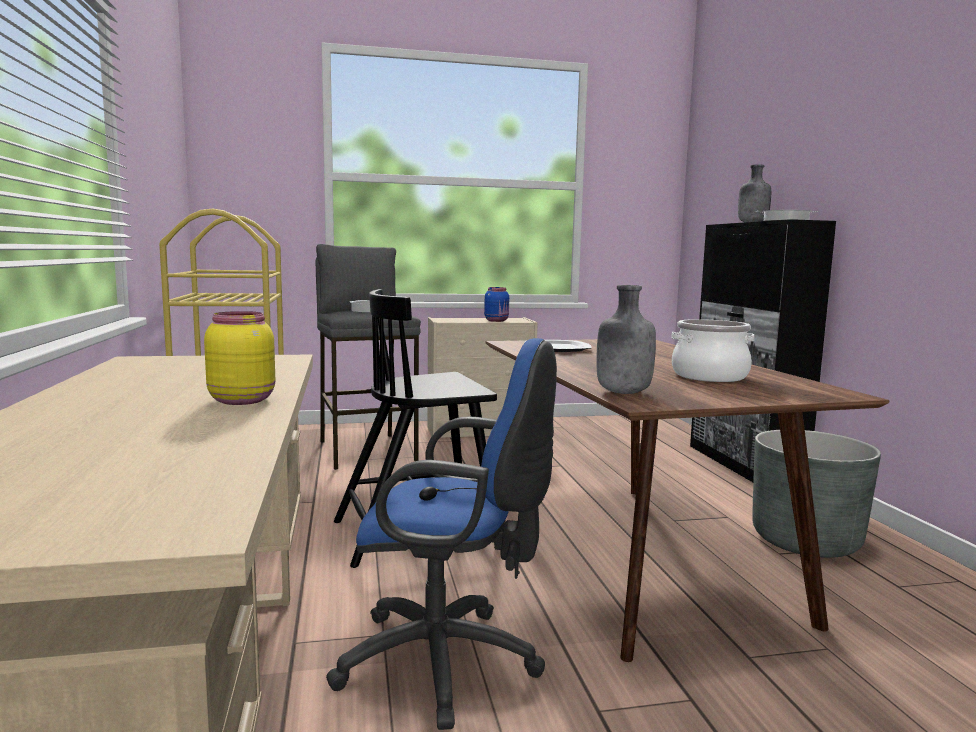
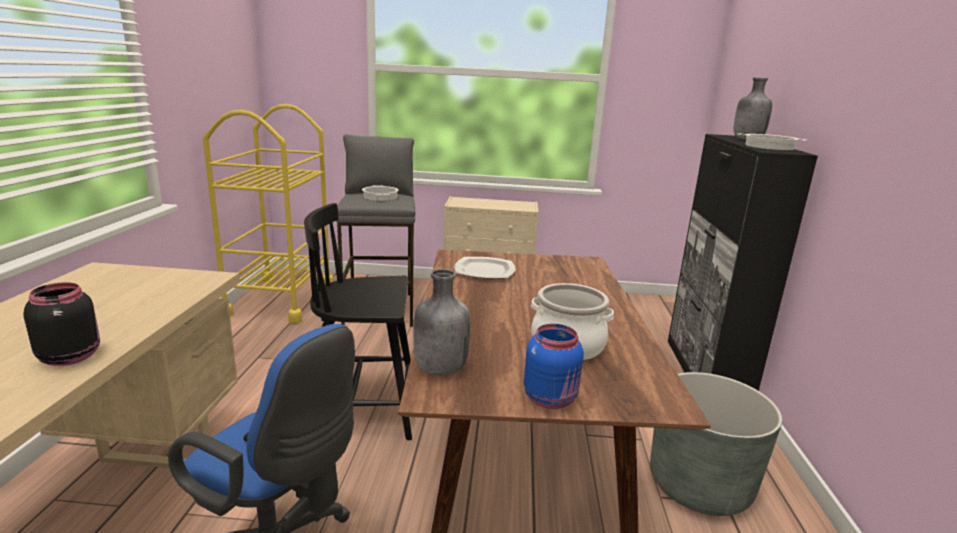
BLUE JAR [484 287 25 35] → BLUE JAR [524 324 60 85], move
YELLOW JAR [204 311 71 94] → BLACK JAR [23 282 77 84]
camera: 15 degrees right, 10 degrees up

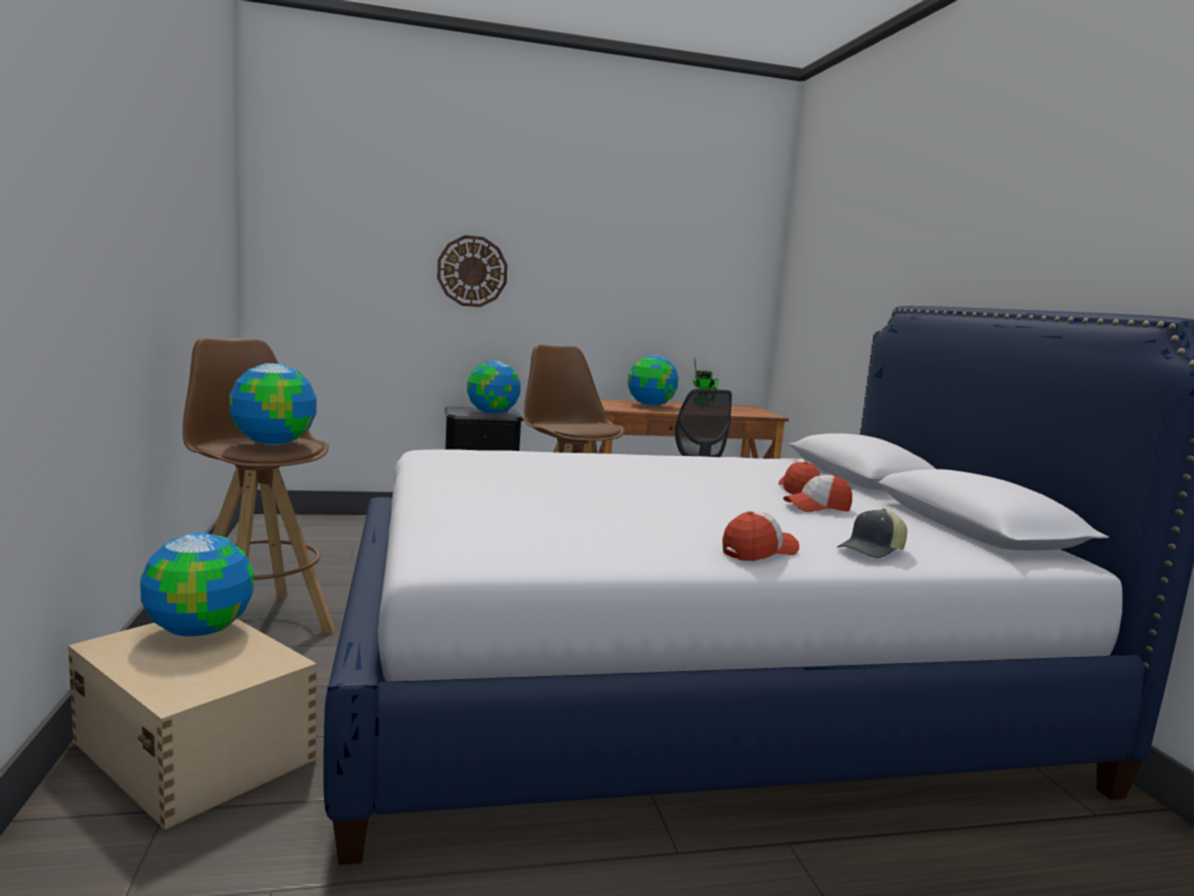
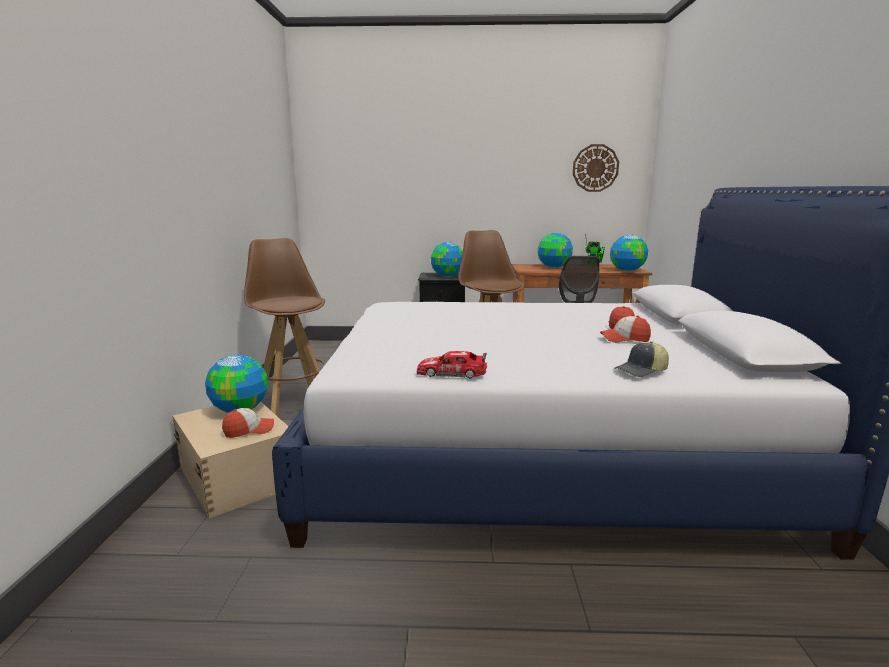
- → TOY CAR [416 351 71 28]
GLOBE [229 363 87 82] → GLOBE [610 235 38 36], move
WALL CLOCK [437 235 71 72] → WALL CLOCK [573 144 46 48], move
CAP [722 511 77 50] → CAP [222 408 52 30], move
camera: 15 degrees right, 5 degrees up

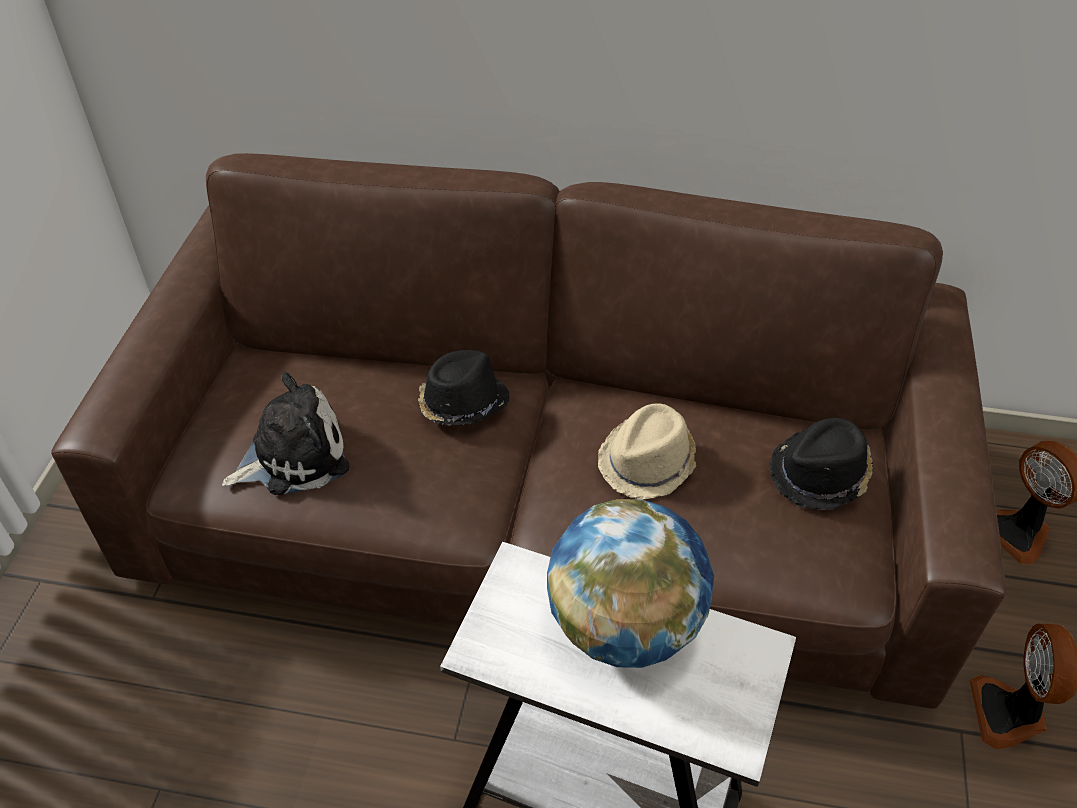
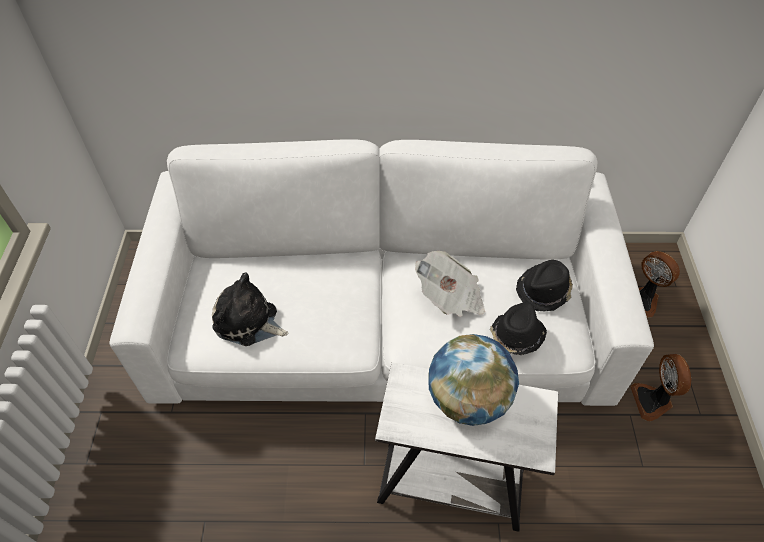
BLACK HAT [418 350 91 76] → BLACK HAT [490 303 57 52], move
BEIGE HAT [598 403 98 97] → NEWSPAPER [415 251 70 66]
BROWN SOFA [51 153 955 556] → WHITE SOFA [109 139 545 267]
PLUSH TOY [222 372 127 123] → PLUSH TOY [212 273 76 73], 120 degrees counterclockwise
camera: 10 degrees left, 5 degrees up

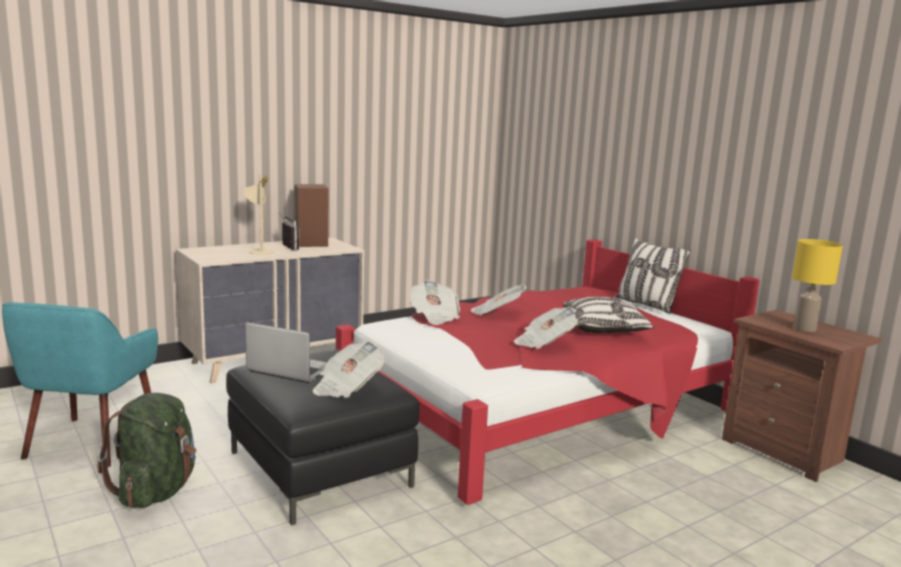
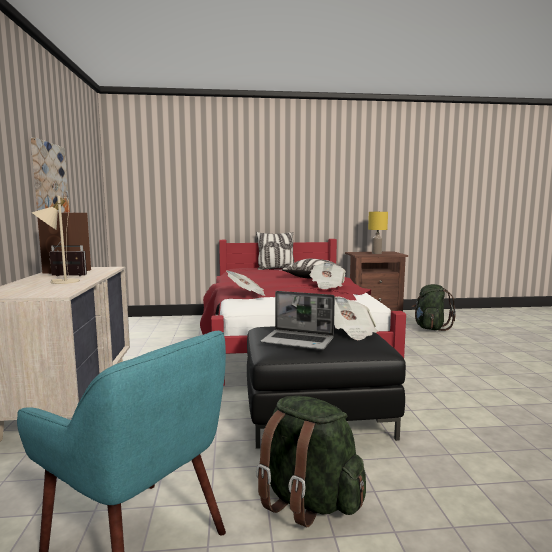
NEWSPAPER [470 285 57 31] → -
- → PICTURE [31 138 39 75]
- → GREEN BACKPACK [411 284 45 47]
LAPTOP [245 322 81 61] → LAPTOP [261 291 74 59], 120 degrees counterclockwise
camera: 60 degrees left, 5 degrees down

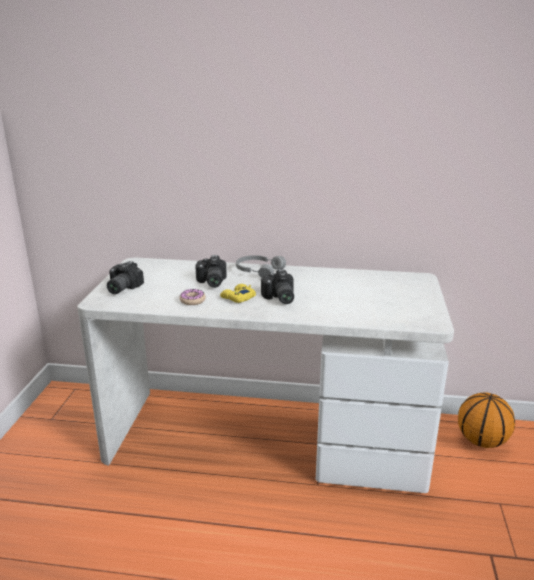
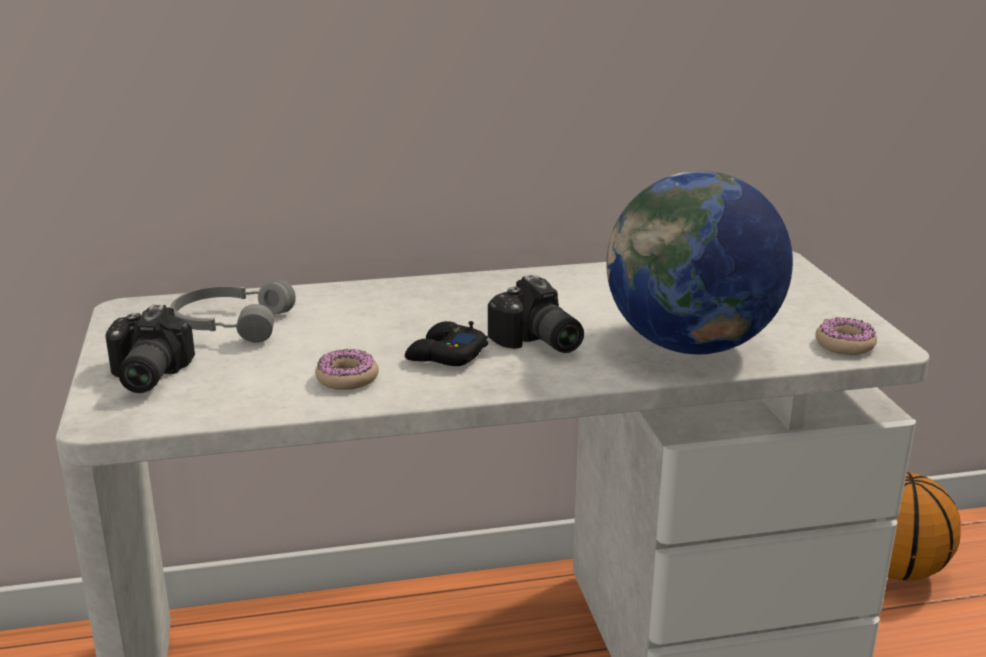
PHOTO CAMERA [195 255 32 33] → -
- → GLOBE [606 171 187 183]
- → DONUT [815 317 62 38]
GREY HEADPHONES [236 255 50 23] → GREY HEADPHONES [170 280 126 63], move
YELLOW GAME CONTROLLER [220 284 36 19] → BLACK GAME CONTROLLER [405 321 83 45]
camera: 20 degrees left, 0 degrees up

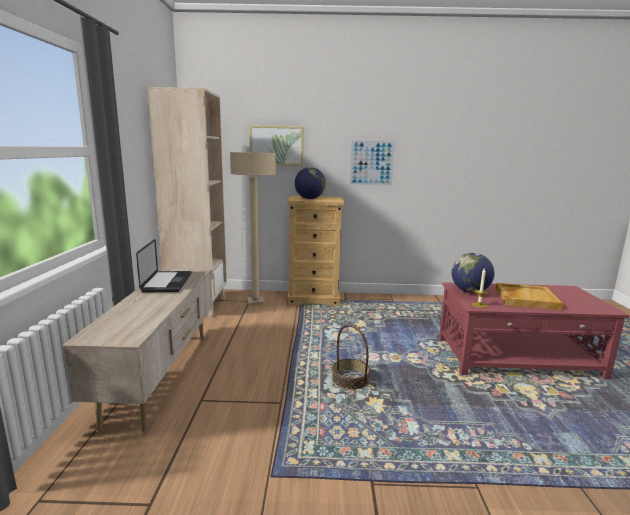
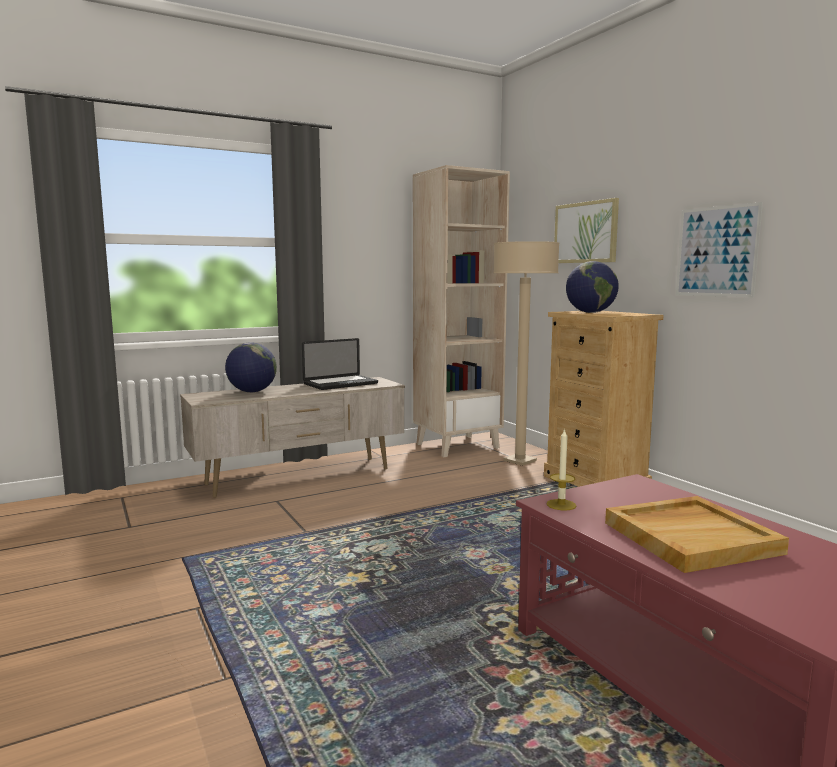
BASKET [332 324 38 66] → -
GLOBE [451 253 43 40] → GLOBE [225 342 52 50], move
camera: 60 degrees right, 5 degrees down

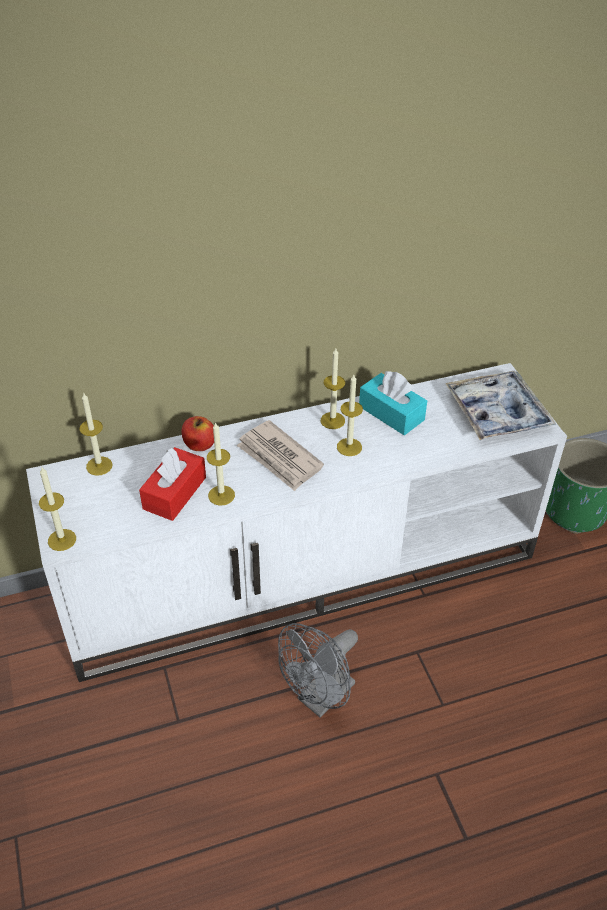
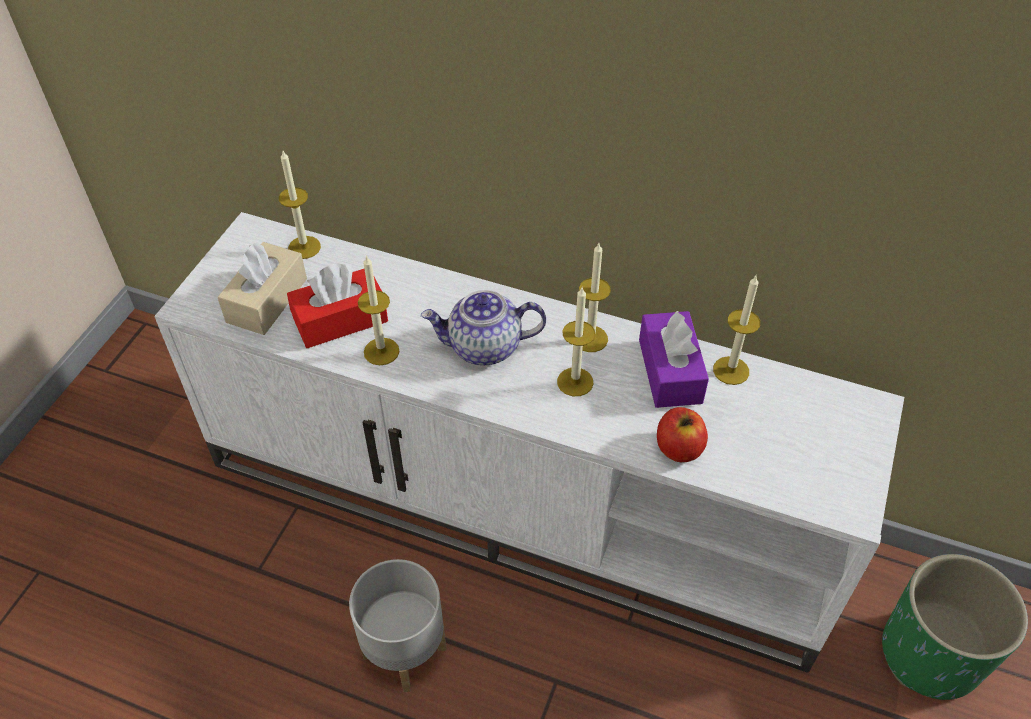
TRAY [445 371 111 69] → -
- → BEIGE TISSUE BOX [217 242 90 93]
CANDLE [39 467 37 84] → CANDLE [713 276 47 109], move
APPLE [182 416 32 35] → APPLE [657 407 51 55], move
NEWSPAPER [236 420 88 71] → TEAPOT [421 290 125 75]
GREY FAN [278 623 80 94] → GREY PLANTER [349 559 98 133]
TURQUOISE TISSUE BOX [359 371 68 64] → PURPLE TISSUE BOX [639 310 70 98]
camera: 40 degrees right, 5 degrees up

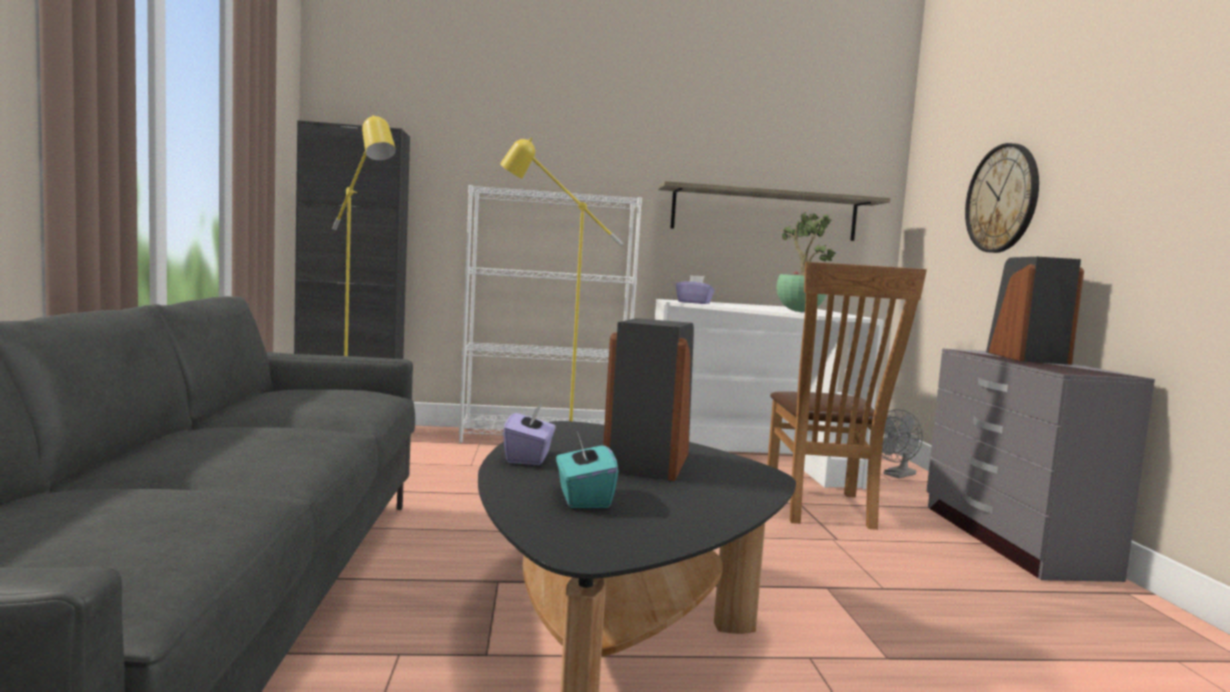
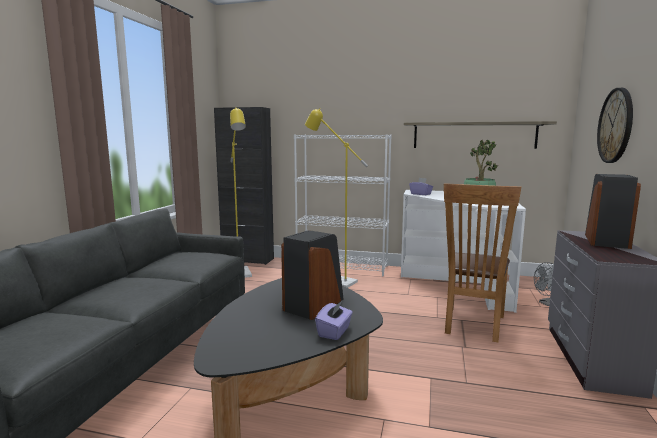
TURQUOISE TISSUE BOX [556 431 63 77] → -
PURPLE TISSUE BOX [503 404 53 61] → PURPLE TISSUE BOX [315 301 38 39], move
camera: 20 degrees right, 5 degrees up

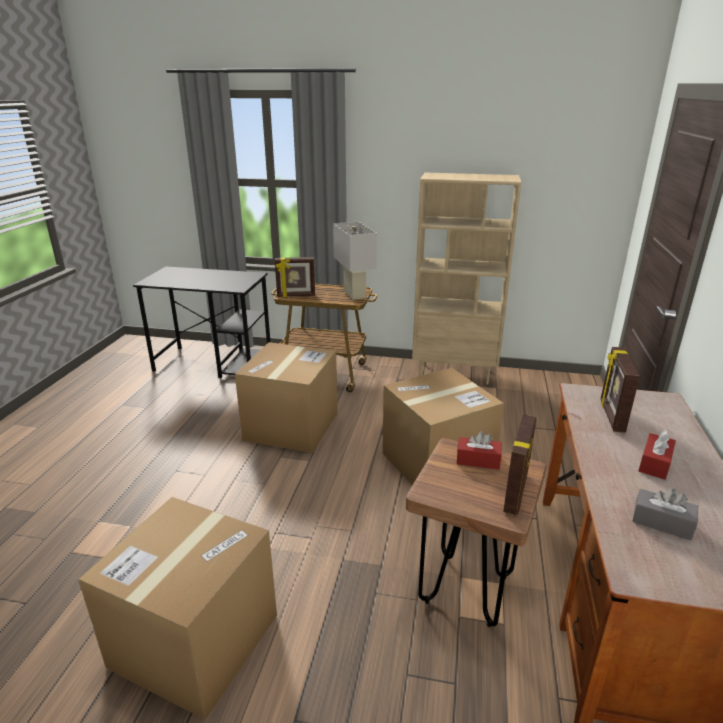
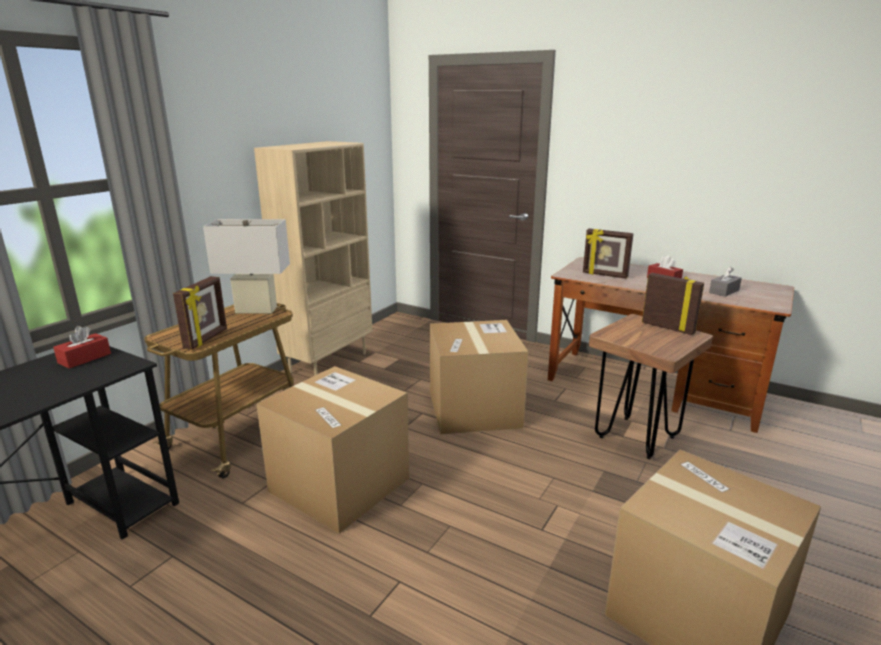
RED TISSUE BOX [457 431 45 39] → RED TISSUE BOX [53 326 58 43], move
camera: 70 degrees left, 5 degrees down

